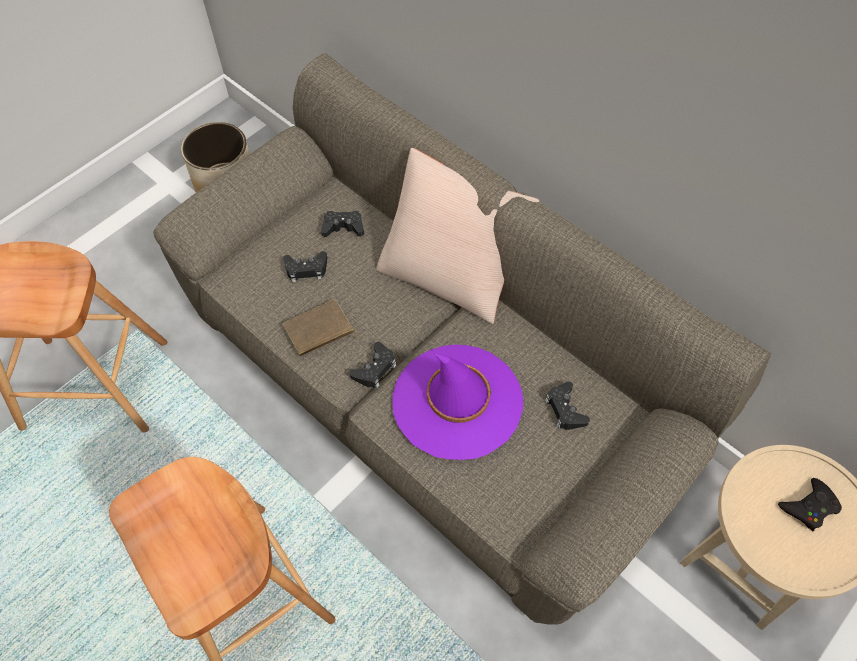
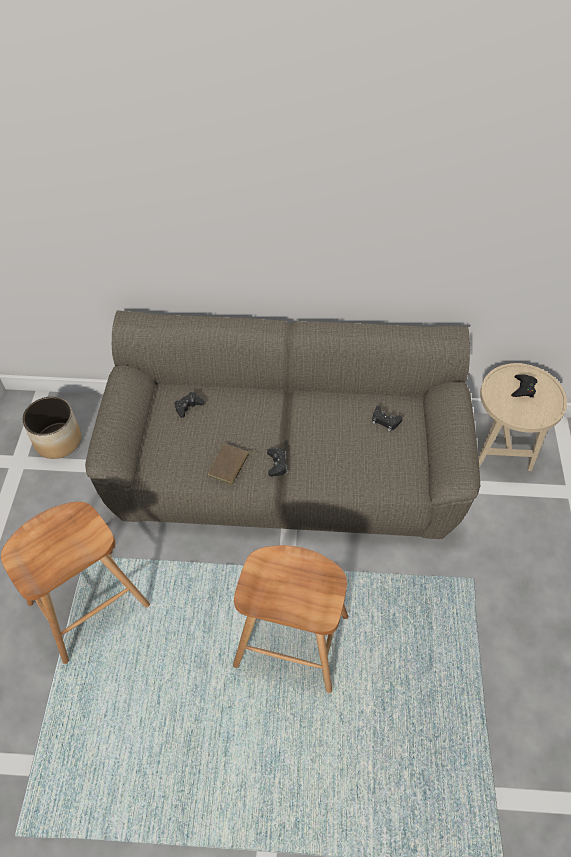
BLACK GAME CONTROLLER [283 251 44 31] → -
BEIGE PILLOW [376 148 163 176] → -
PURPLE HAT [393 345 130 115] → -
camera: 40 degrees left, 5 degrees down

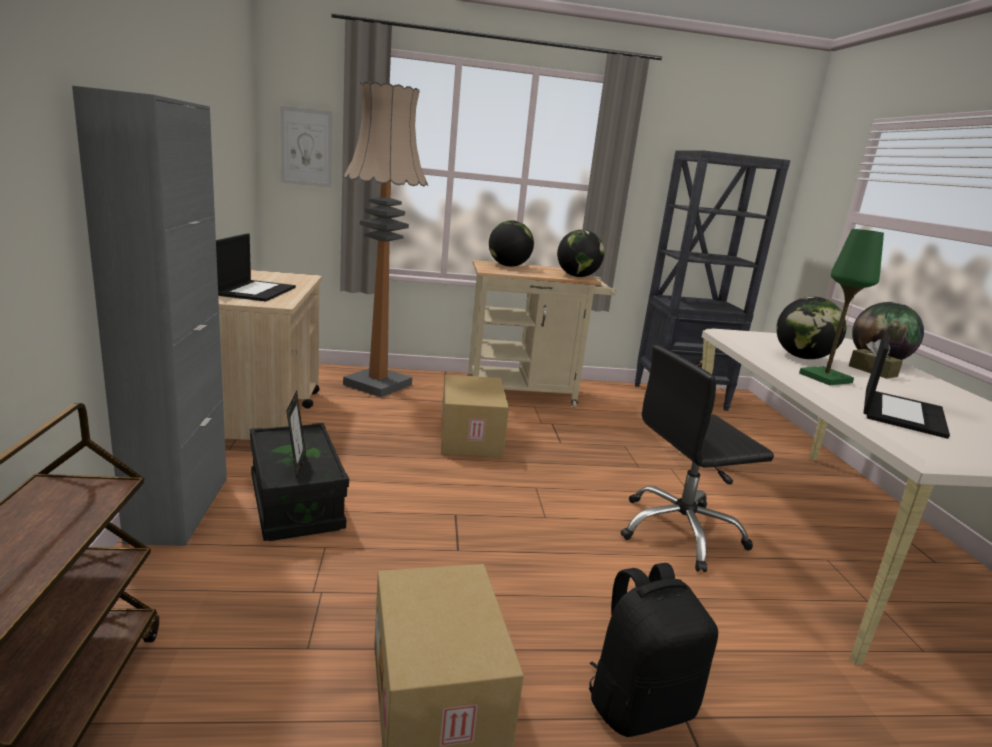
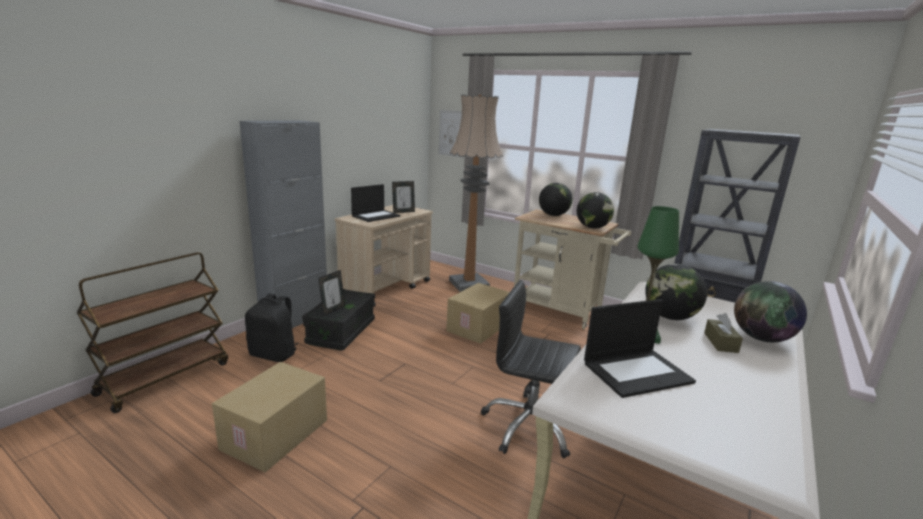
- → PICTURE FRAME [392 181 23 32]
BLACK BACKPACK [589 563 129 174] → BLACK BACKPACK [245 294 53 68], move
camera: 40 degrees right, 0 degrees up

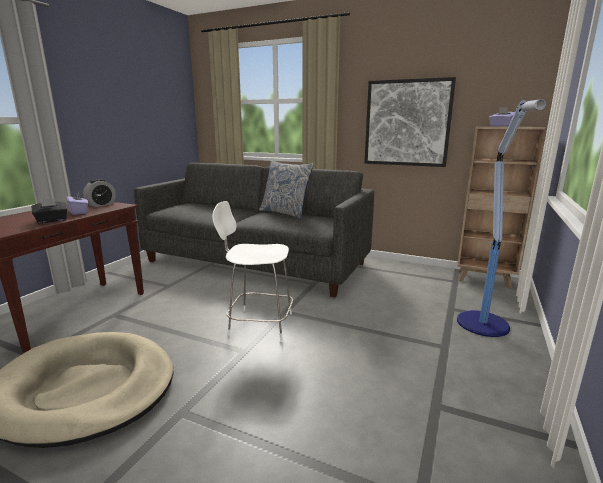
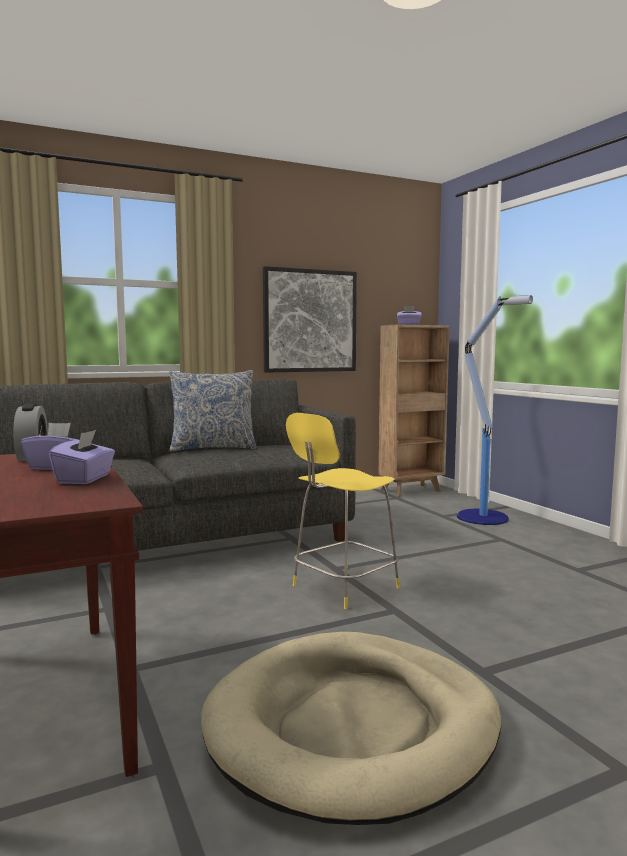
BLACK TISSUE BOX [31 198 36 25] → PURPLE TISSUE BOX [49 430 66 54]
WHITE STOOL [212 201 81 140] → YELLOW STOOL [286 413 114 196]
camera: 50 degrees left, 10 degrees down

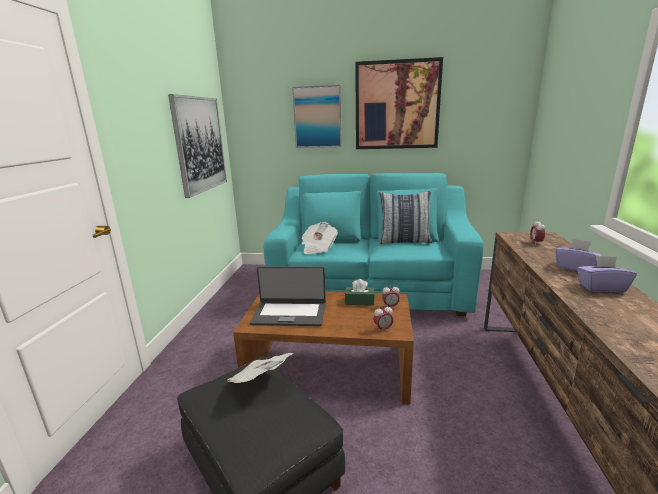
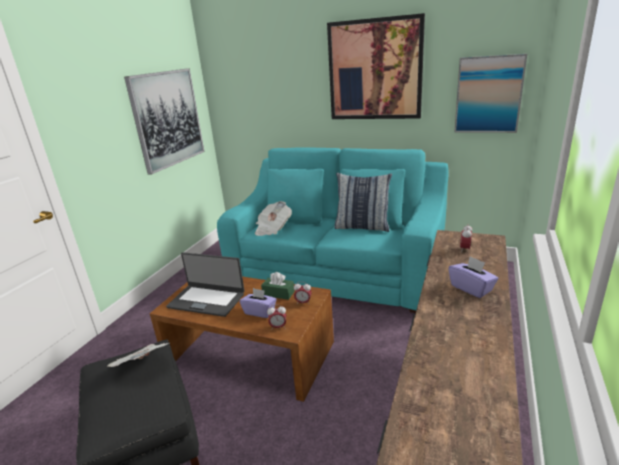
PICTURE [292 85 50 63] → PICTURE [454 54 73 79], move
PURPLE TISSUE BOX [577 256 60 36] → PURPLE TISSUE BOX [240 288 37 30], move
camera: 15 degrees right, 5 degrees up

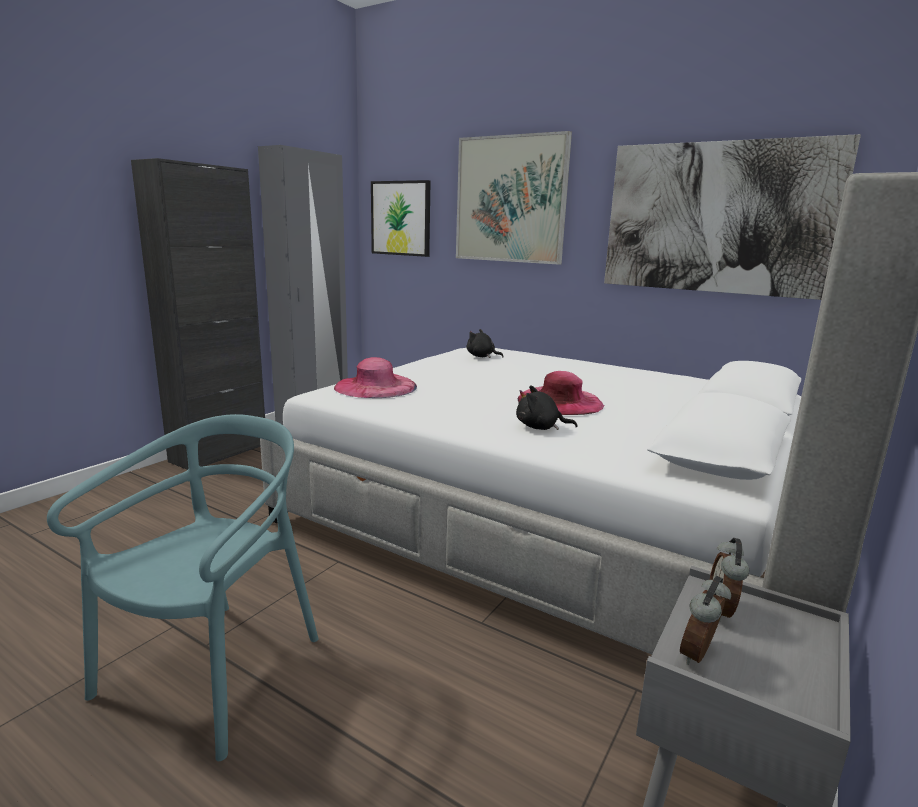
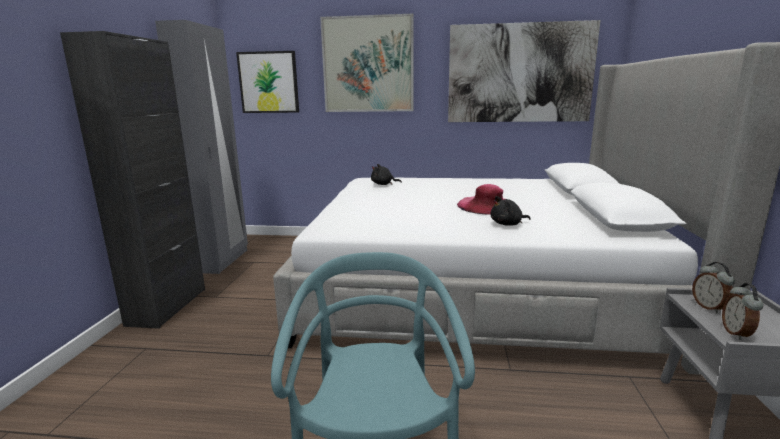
PINK HAT [334 357 83 41] → -
camera: 25 degrees left, 0 degrees up

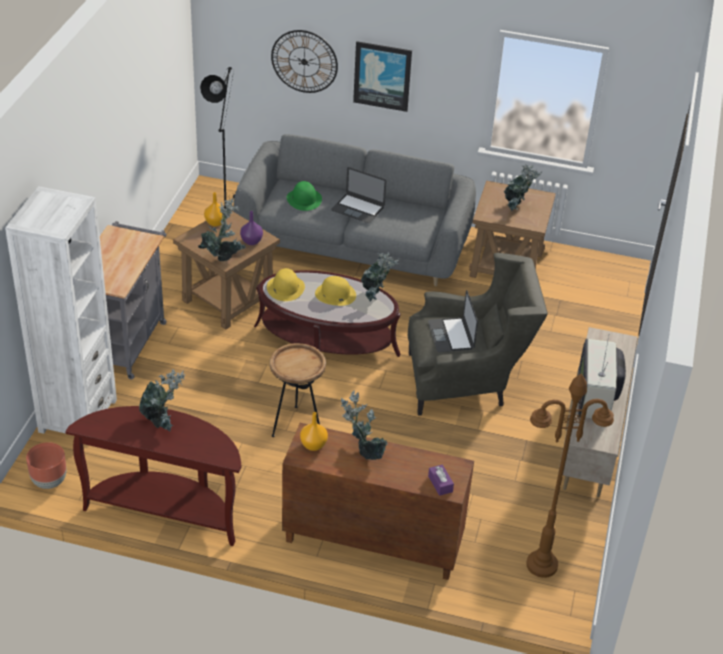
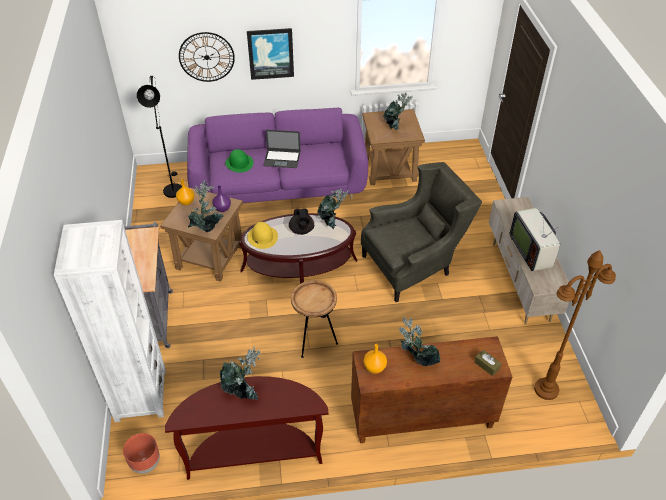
LAPTOP [428 290 50 62] → -
YELLOW HAT [315 276 41 30] → BLACK TEAPOT [289 209 25 26]
GREY SOFA [234 134 242 152] → PURPLE SOFA [187 108 181 95]
PURPLE TISSUE BOX [428 464 26 32] → BROWN TISSUE BOX [474 350 28 26]
camera: 20 degrees left, 5 degrees up

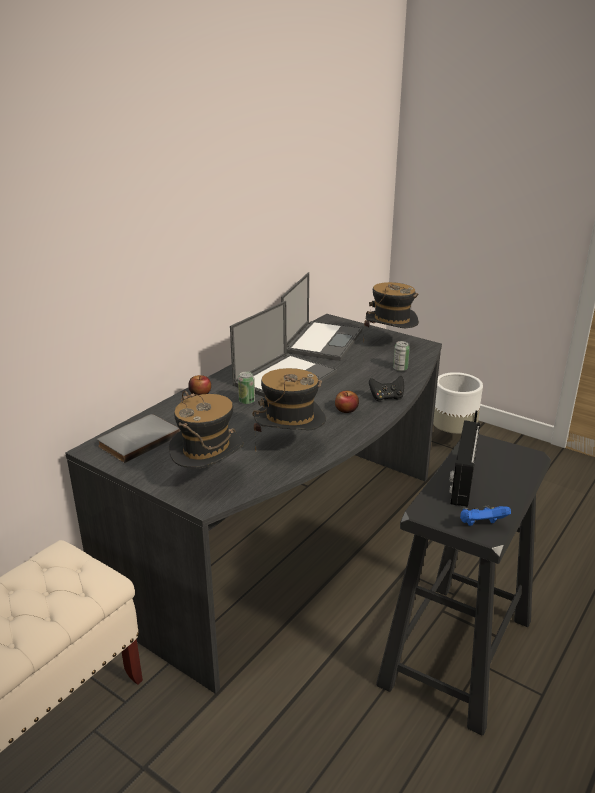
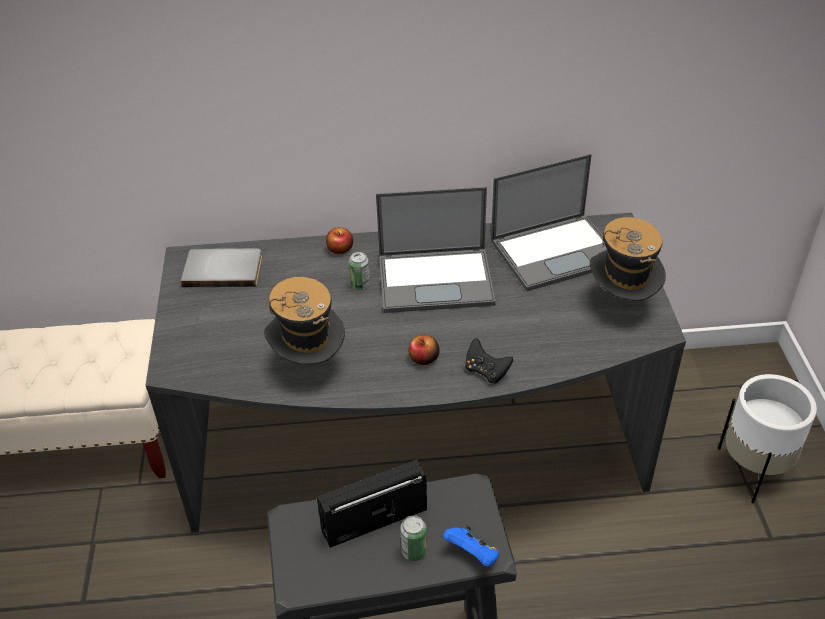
HAT [169 391 75 77] → -
CAN [393 341 17 30] → CAN [400 515 27 46], move
BLUE GAME CONTROLLER [460 506 51 20] → BLUE GAME CONTROLLER [443 525 56 42], move
camera: 50 degrees right, 15 degrees up

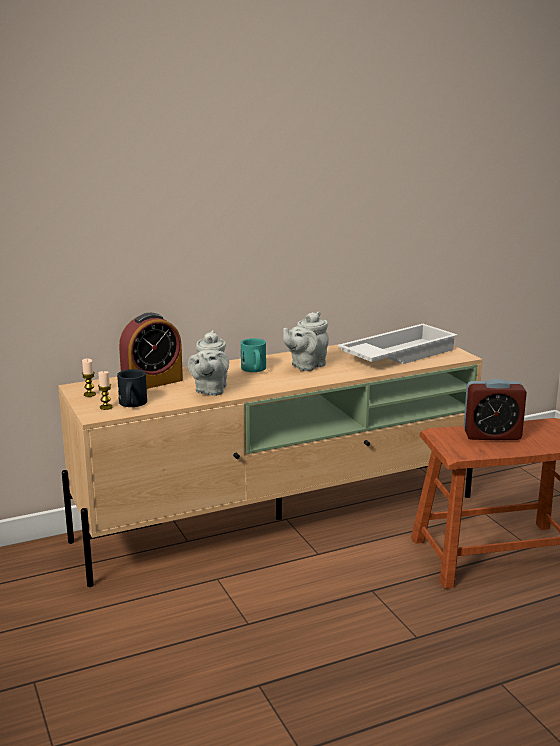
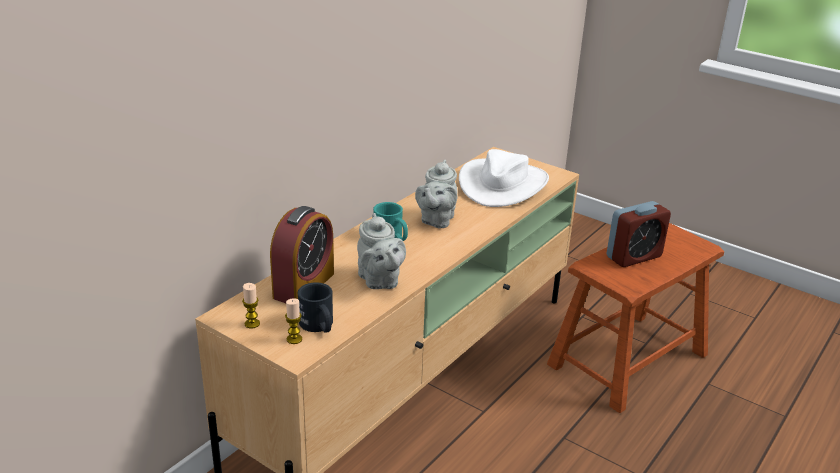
WHITE TRAY [337 324 121 40] → WHITE HAT [459 149 90 58]
camera: 30 degrees left, 10 degrees up

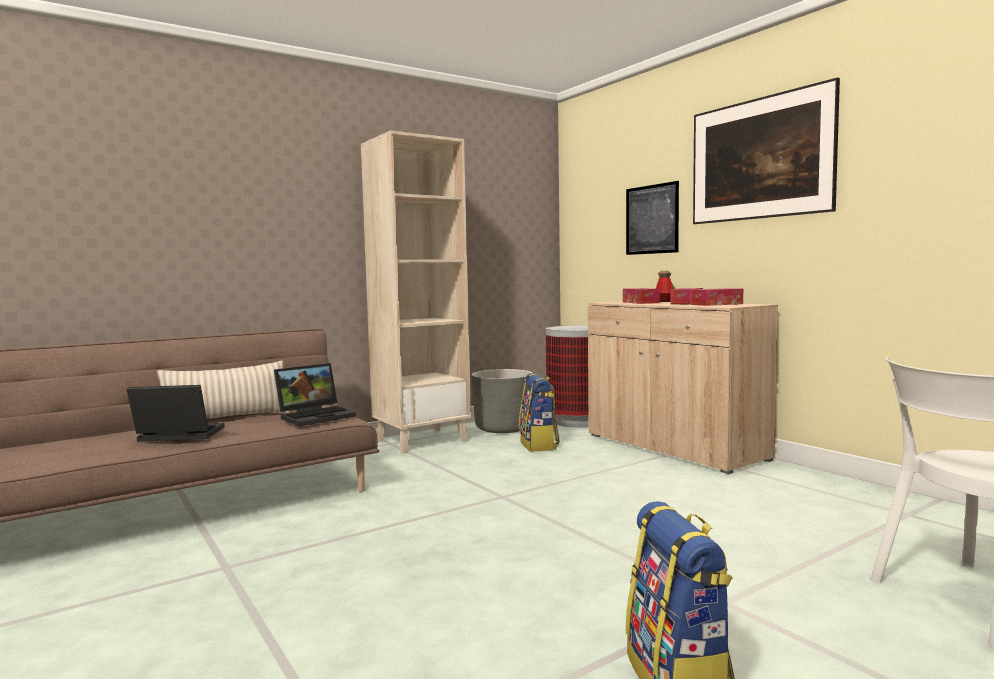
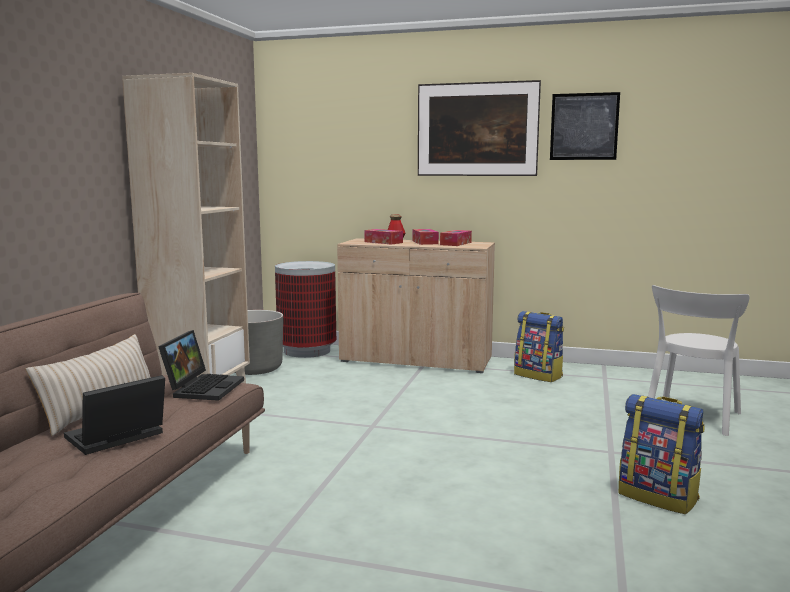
BACKPACK [519 373 41 79] → BACKPACK [514 311 50 71], move
PICTURE [626 181 53 74] → PICTURE [550 92 70 68], move
camera: 40 degrees left, 5 degrees up

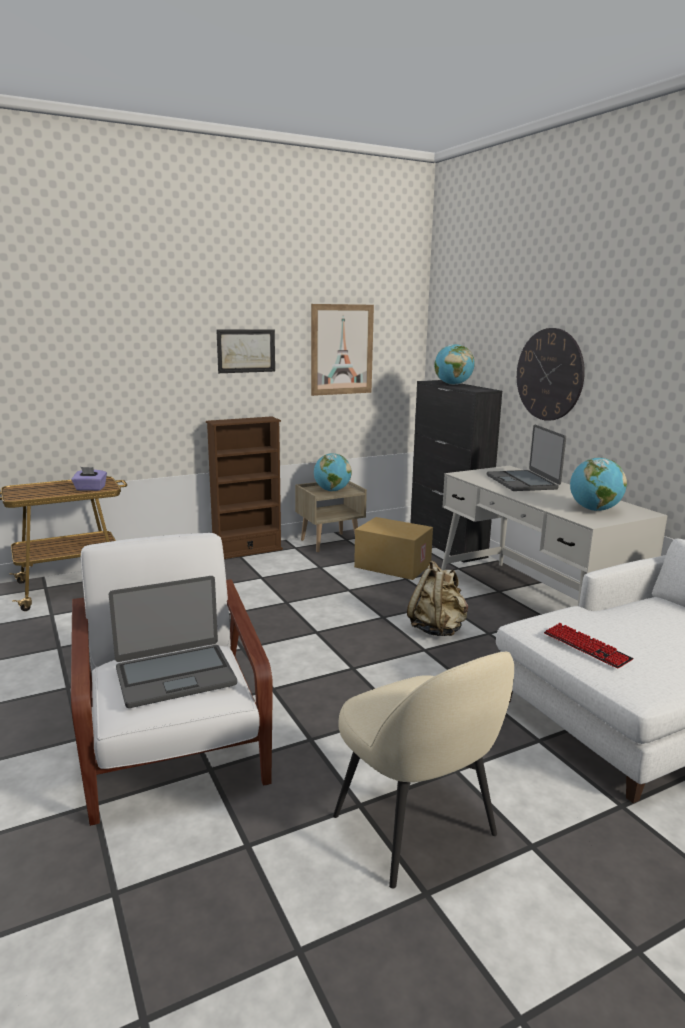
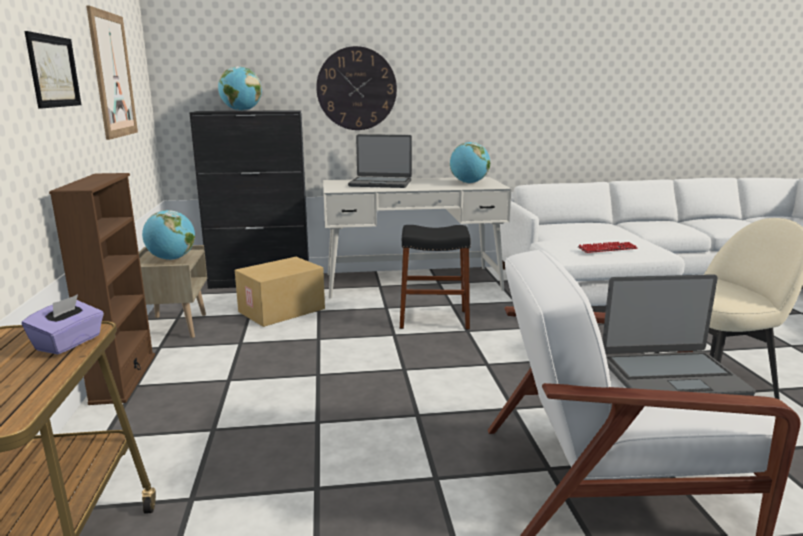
BEIGE BACKPACK [407 561 61 75] → BLACK STOOL [400 225 71 104]
LAPTOP [109 576 128 132] → LAPTOP [602 274 154 122], 90 degrees clockwise
camera: 70 degrees left, 0 degrees up

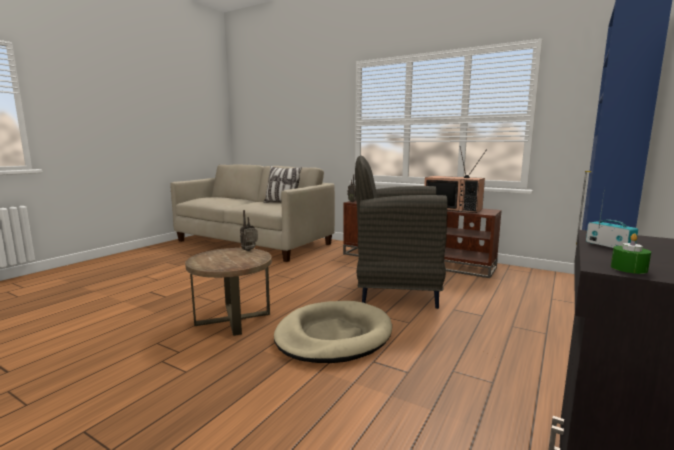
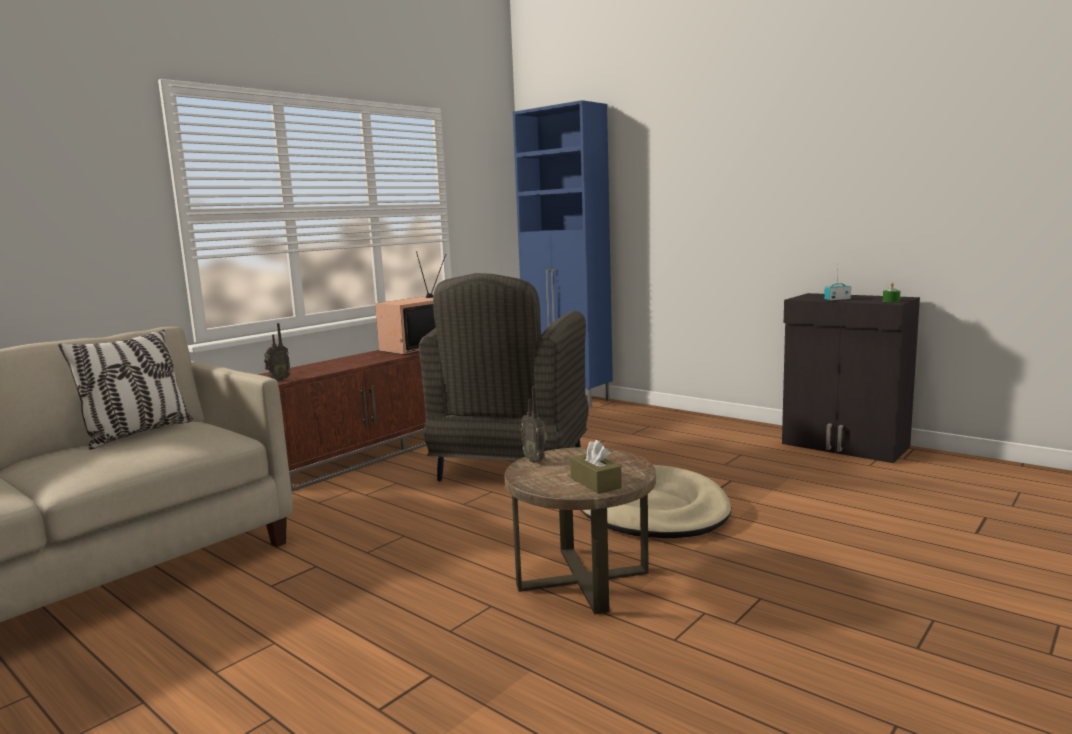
- → BROWN TISSUE BOX [570 440 52 54]
camera: 80 degrees left, 0 degrees up

